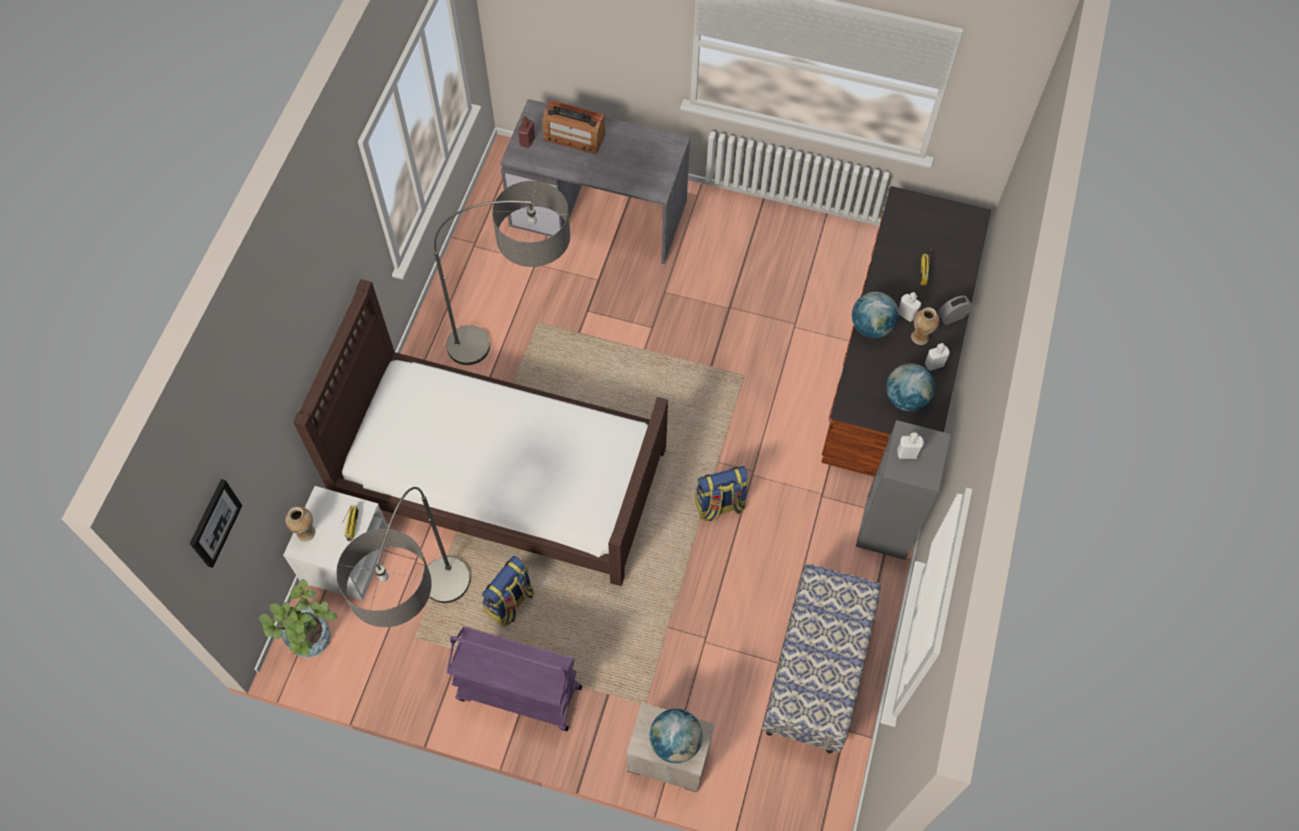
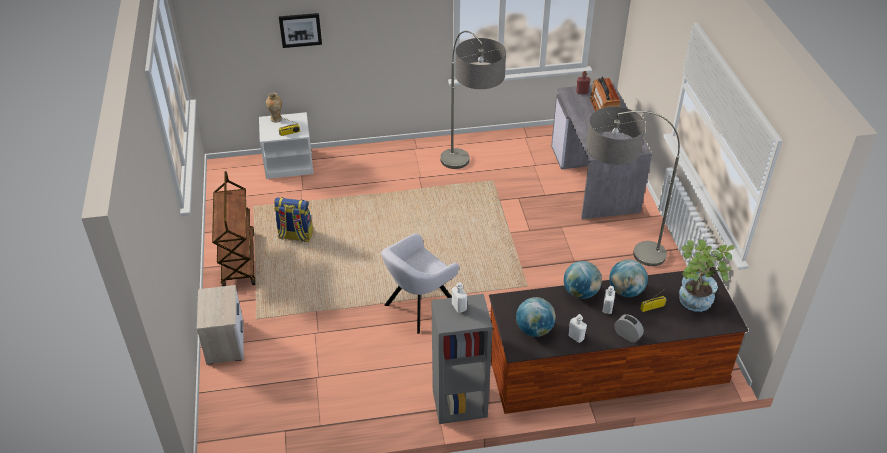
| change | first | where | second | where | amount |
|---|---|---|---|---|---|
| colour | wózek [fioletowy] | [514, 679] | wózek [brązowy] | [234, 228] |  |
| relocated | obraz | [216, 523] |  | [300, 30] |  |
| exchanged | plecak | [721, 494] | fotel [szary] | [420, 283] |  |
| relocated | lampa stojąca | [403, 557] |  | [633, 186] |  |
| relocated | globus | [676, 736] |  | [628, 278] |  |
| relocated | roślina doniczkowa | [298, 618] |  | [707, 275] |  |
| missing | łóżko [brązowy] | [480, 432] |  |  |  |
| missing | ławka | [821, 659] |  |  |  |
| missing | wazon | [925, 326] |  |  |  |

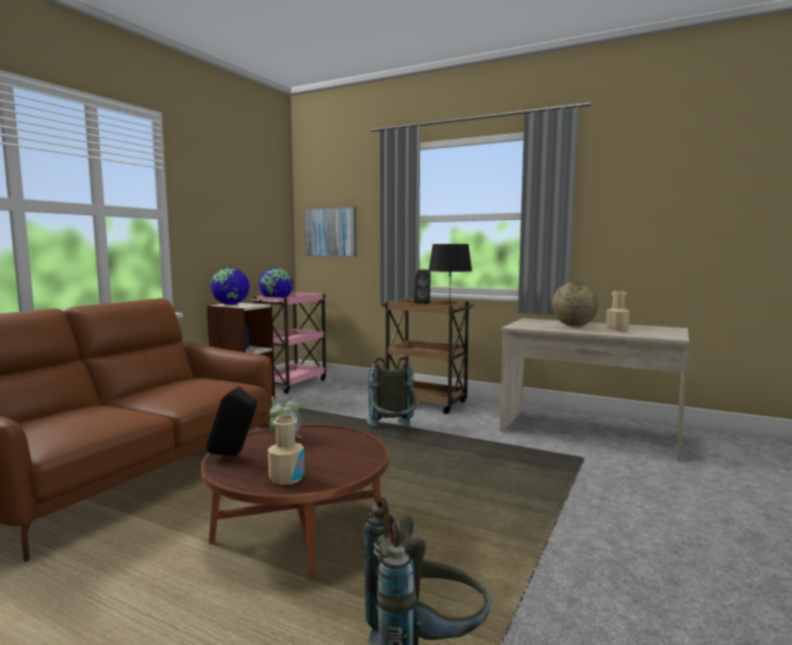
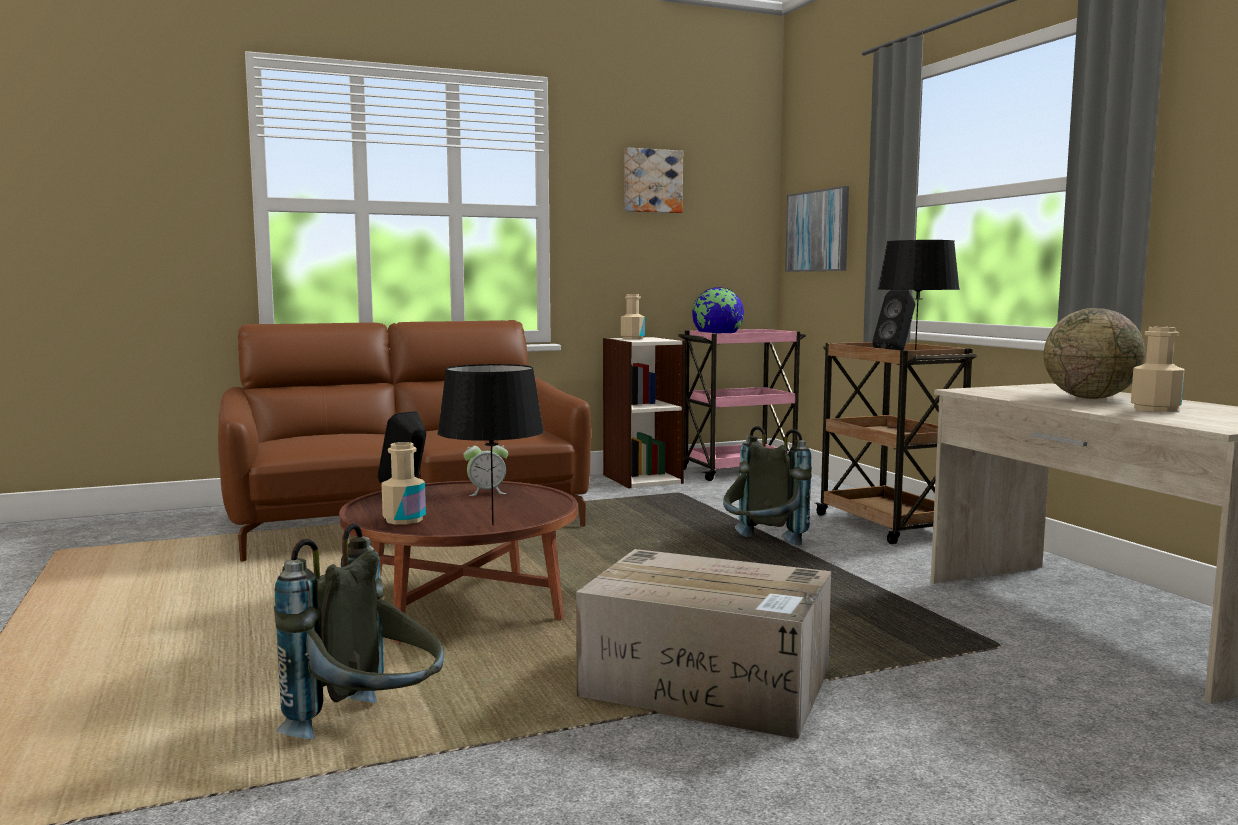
| change | first | where | second | where | amount |
|---|---|---|---|---|---|
| appeared |  |  | lampa stołowa [czarny] | [490, 444] |  |
| appeared |  |  | karton | [703, 644] |  |
| exchanged | globus | [230, 286] | butelka [beżowy] | [633, 316] |  |
| appeared |  |  | obraz | [653, 180] |  |

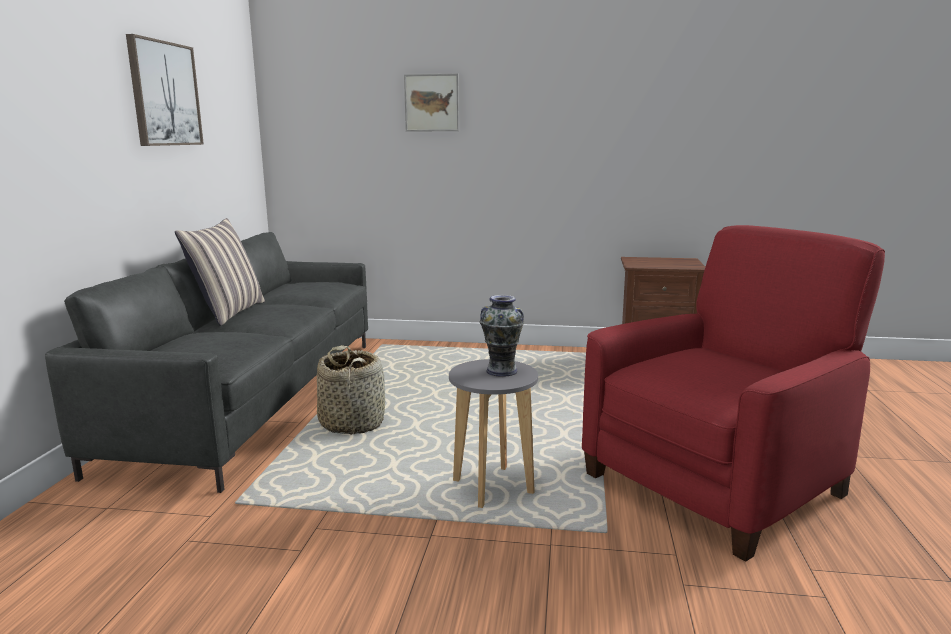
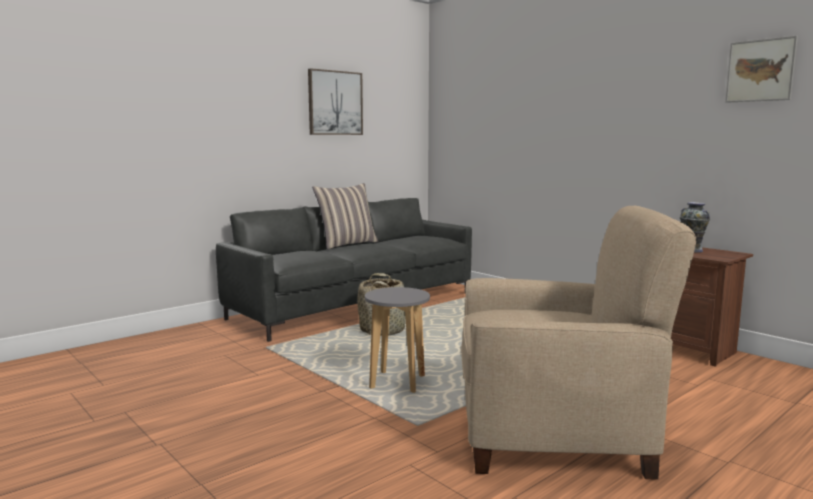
| change | first | where | second | where | amount |
|---|---|---|---|---|---|
| colour | fotel [czerwony] | [733, 393] | fotel [beżowy] | [578, 343] |  |
| relocated | wazon | [502, 336] |  | [695, 227] |  |
| relocated | obraz | [431, 103] |  | [761, 69] |  |

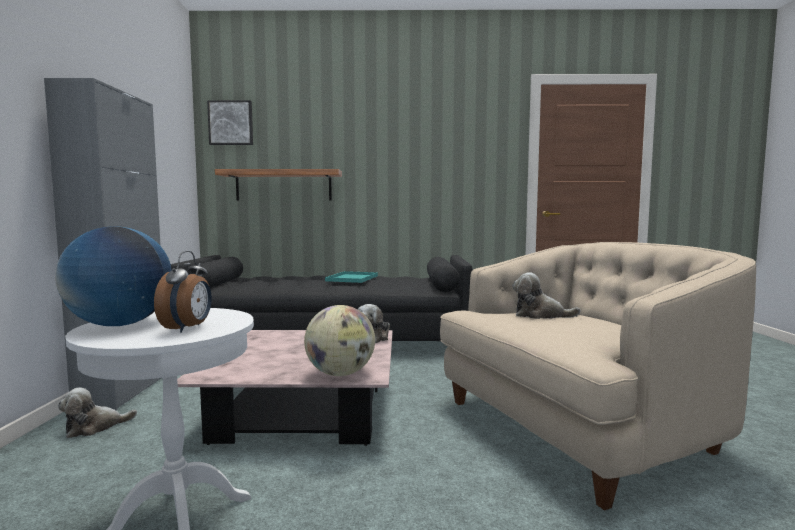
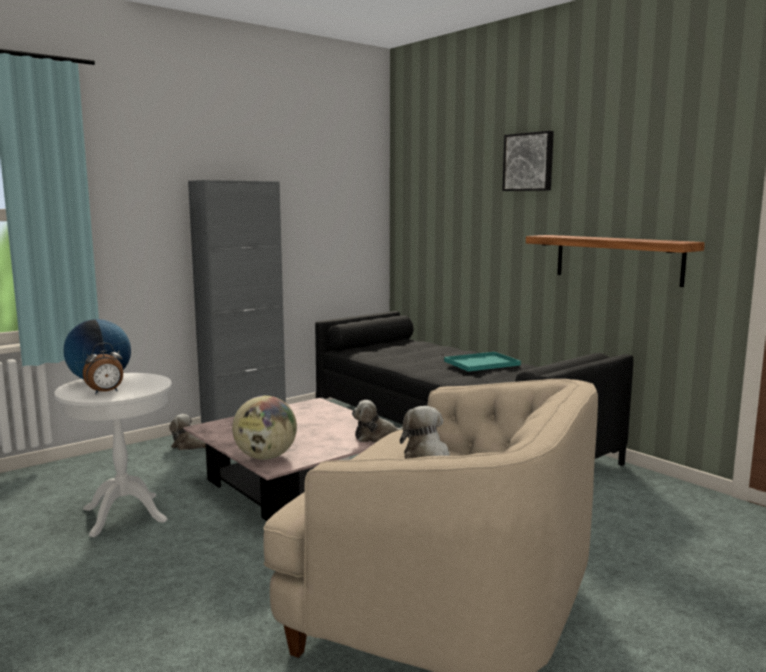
| change | first | where | second | where | amount |
|---|---|---|---|---|---|
| relocated | obraz | [230, 122] |  | [528, 161] |  |
| relocated | półka | [278, 184] |  | [615, 261] |  |

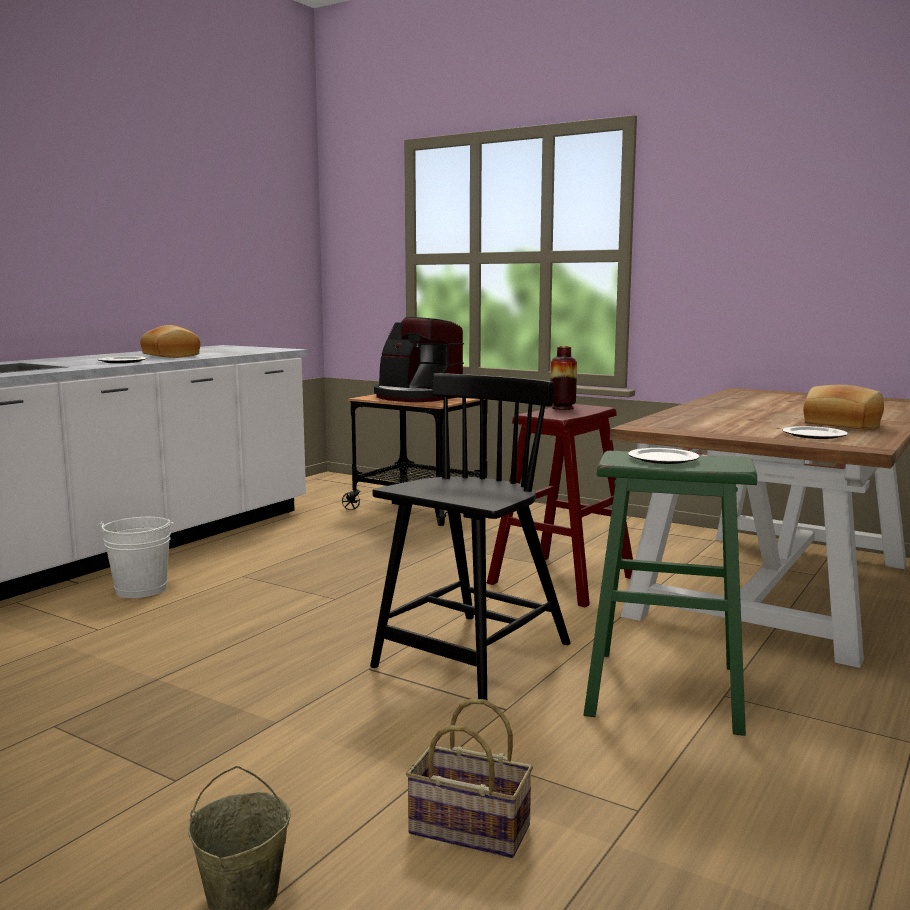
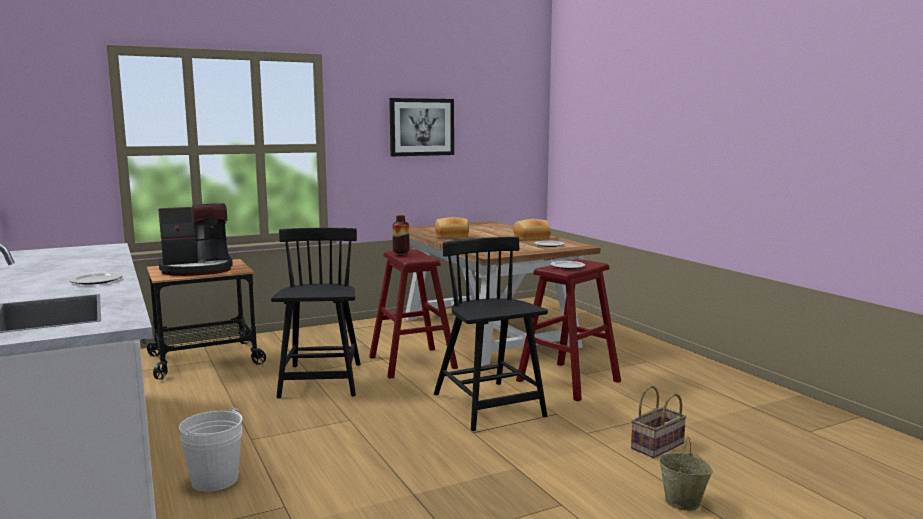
| change | first | where | second | where | amount |
|---|---|---|---|---|---|
| appeared |  |  | krzesło [czarny] | [316, 313] |  |
| appeared |  |  | obraz | [421, 127] |  |
| relocated | chleb | [170, 341] |  | [452, 227] |  |
| colour | stołek [zielony] | [670, 593] | stołek [czerwony] | [568, 330] |  |

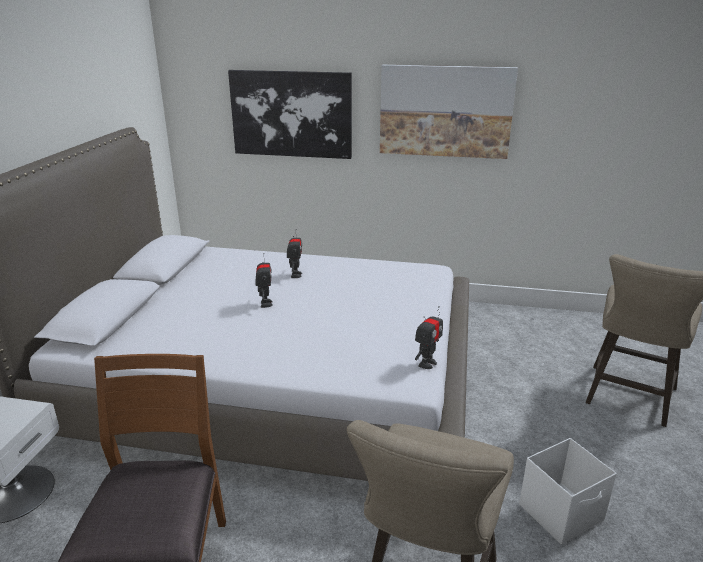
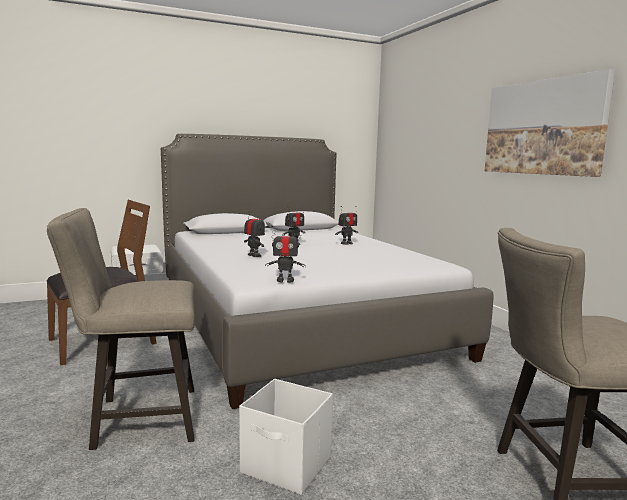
| change | first | where | second | where | amount |
|---|---|---|---|---|---|
| appeared |  |  | robot zabawkowy | [254, 234] |  |
| missing | obraz | [290, 114] |  |  |  |

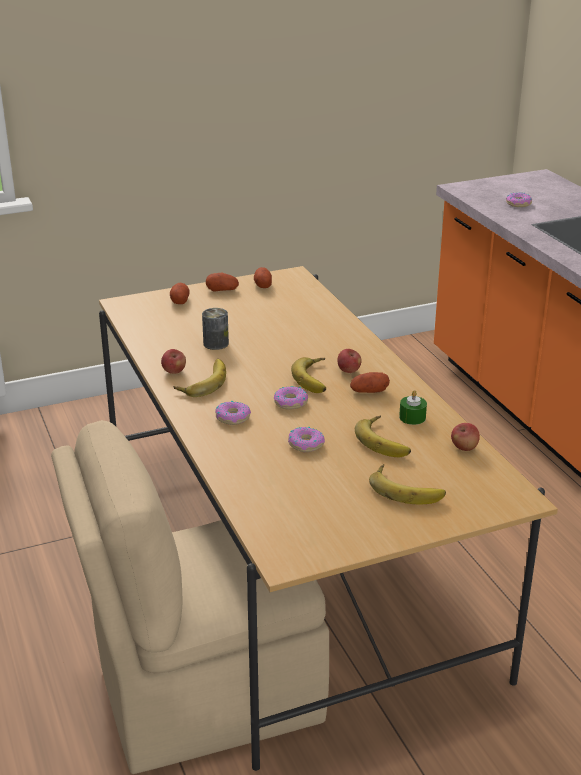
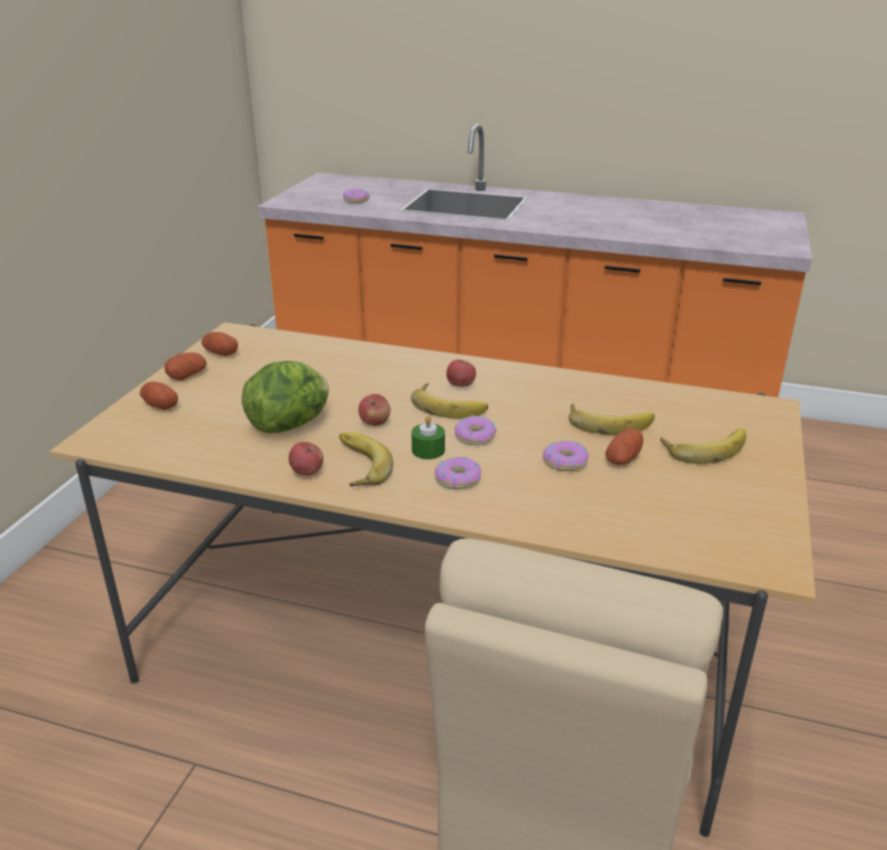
| change | first | where | second | where | amount |
|---|---|---|---|---|---|
| exchanged | puszka | [215, 329] | sałata | [285, 397] |  |
| relocated | jabłko | [465, 437] |  | [374, 410] |  |
| relocated | świeca [zielony] | [413, 407] |  | [428, 437] |  |
| relocated | ziemniak | [370, 382] |  | [624, 446] |  |

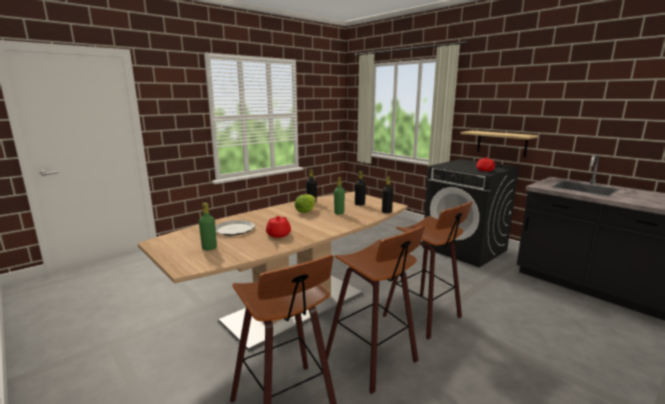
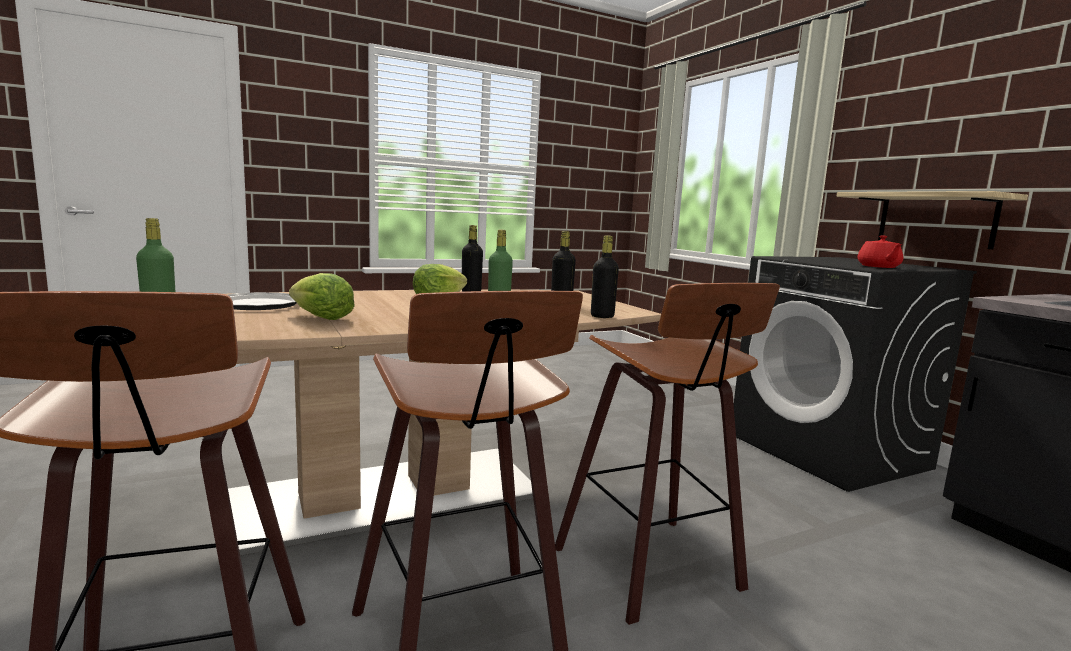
| change | first | where | second | where | amount |
|---|---|---|---|---|---|
| exchanged | imbryk [czerwony] | [278, 227] | sałata | [322, 296] |  |

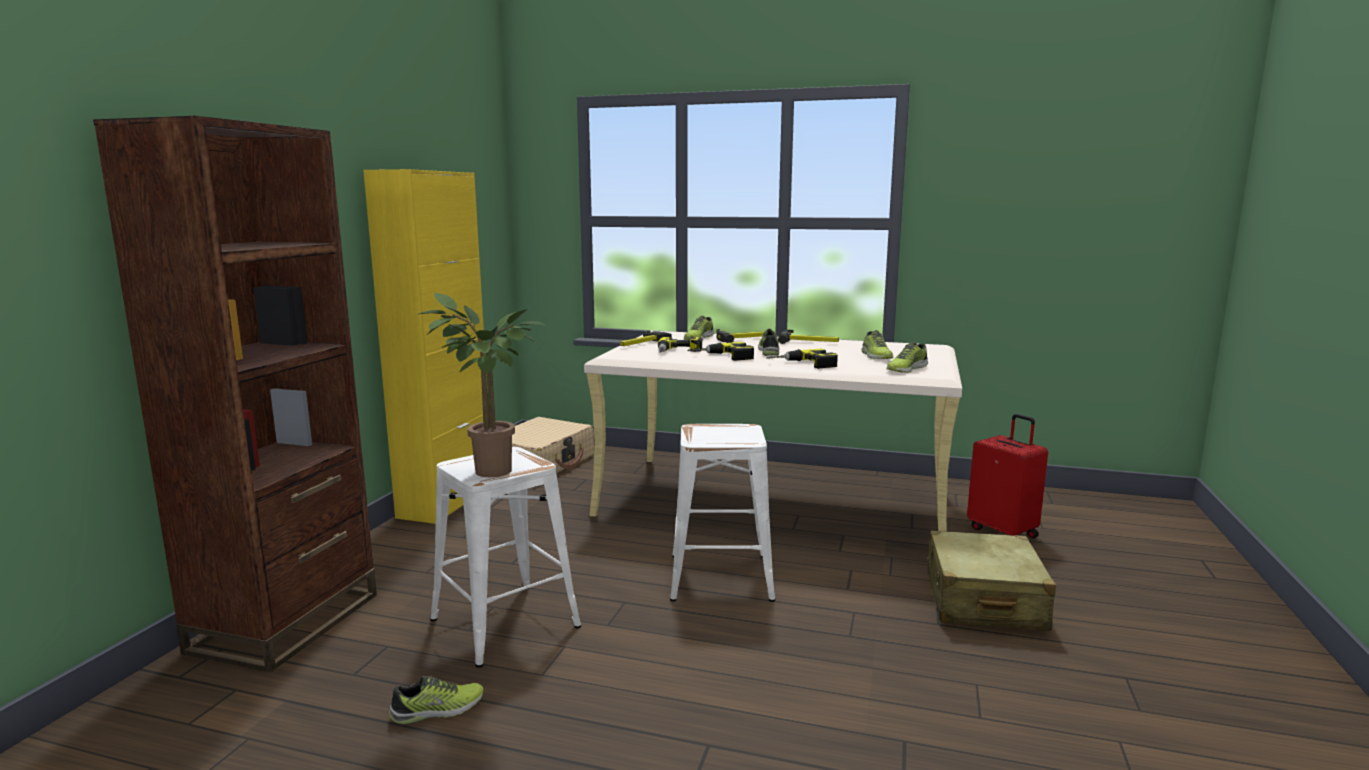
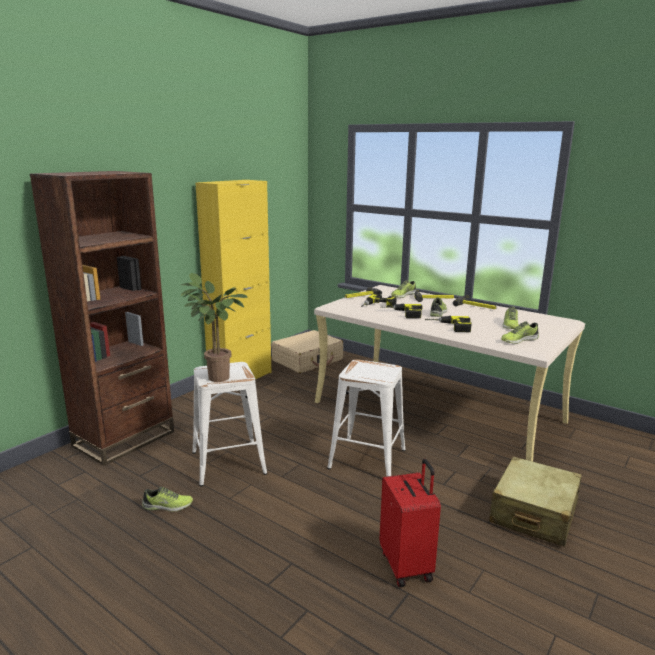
| change | first | where | second | where | amount |
|---|---|---|---|---|---|
| relocated | walizka [czerwony] | [1007, 476] |  | [410, 523] |  |

